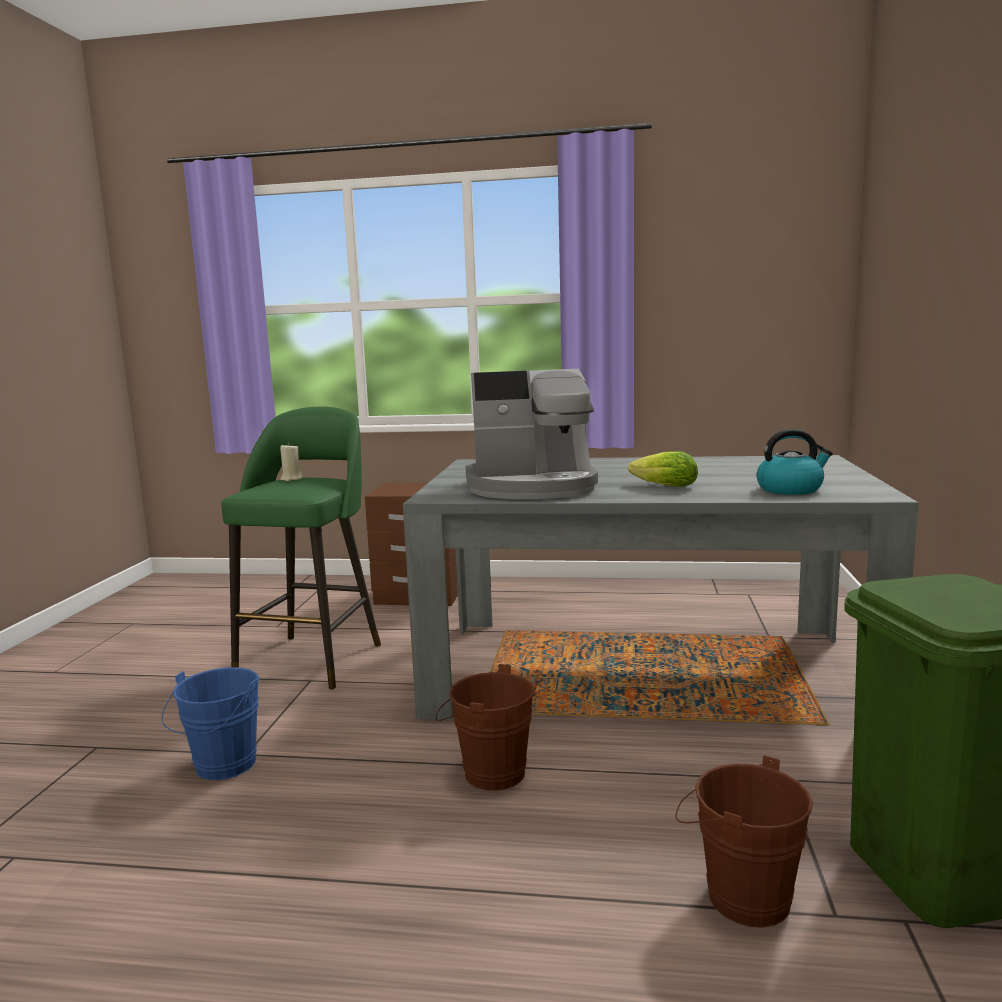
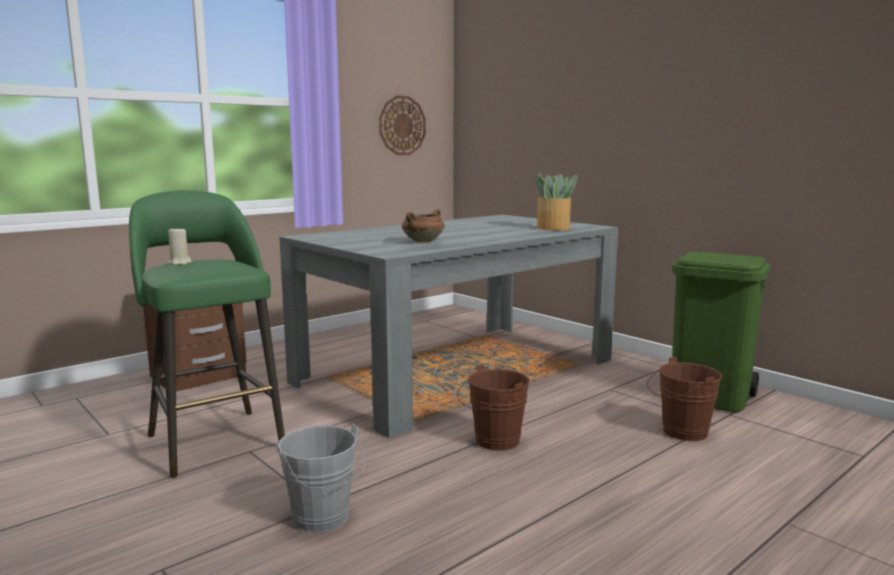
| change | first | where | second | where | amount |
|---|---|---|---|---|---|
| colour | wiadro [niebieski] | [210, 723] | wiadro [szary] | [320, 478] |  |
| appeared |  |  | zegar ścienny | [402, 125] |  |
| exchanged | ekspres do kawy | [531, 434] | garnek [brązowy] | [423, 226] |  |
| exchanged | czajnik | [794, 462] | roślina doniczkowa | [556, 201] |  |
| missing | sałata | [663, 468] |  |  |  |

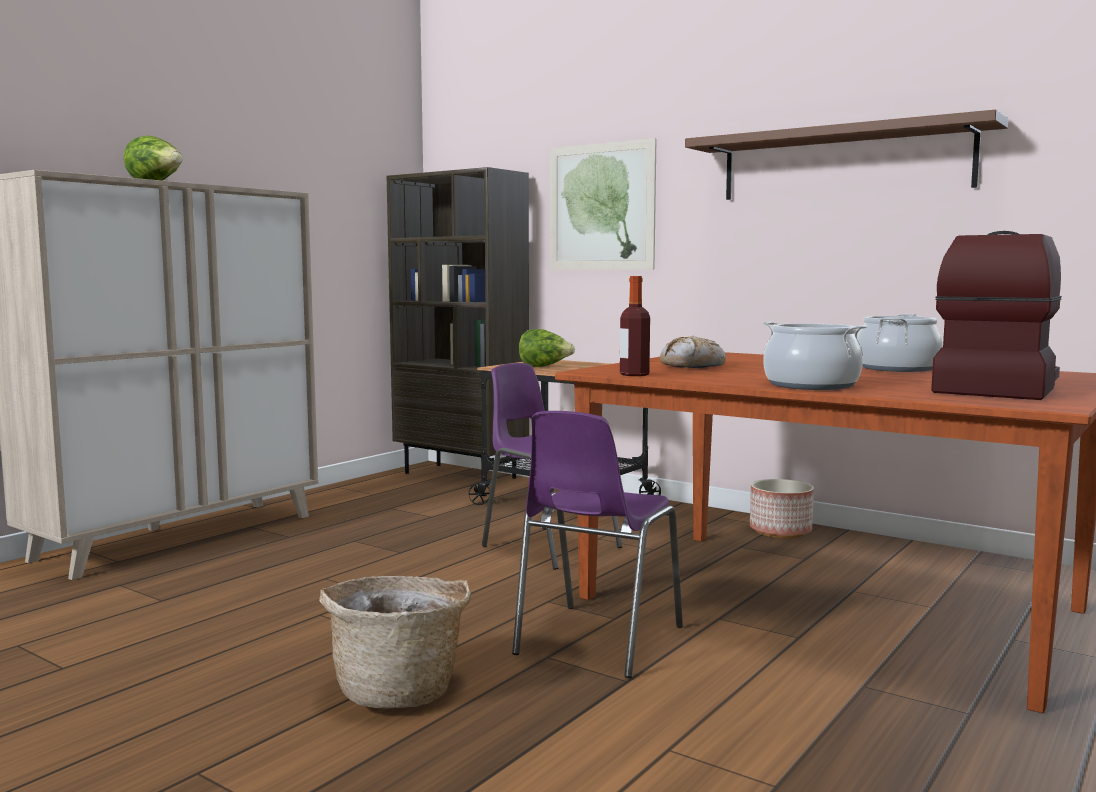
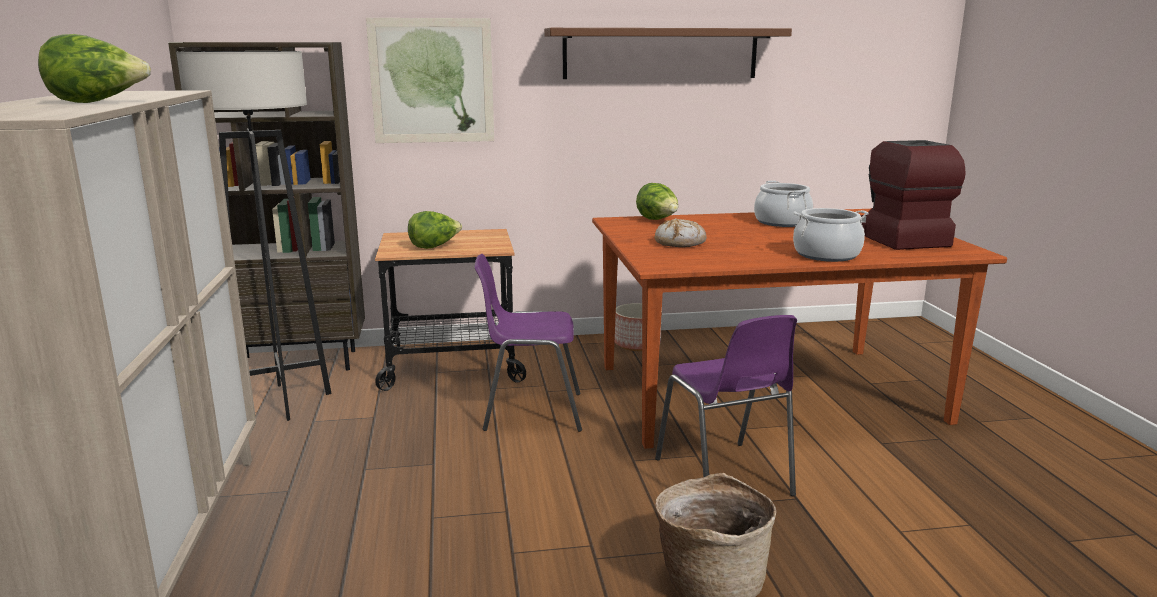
| change | first | where | second | where | amount |
|---|---|---|---|---|---|
| appeared |  |  | lampa stojąca [szary] | [254, 236] |  |
| appeared |  |  | sałata | [657, 201] |  |
| missing | butelka | [635, 326] |  |  |  |

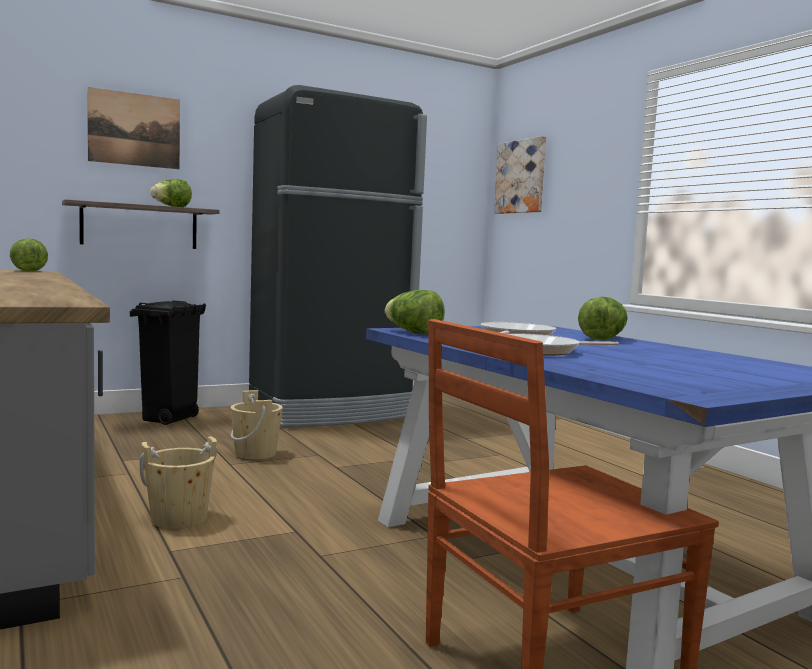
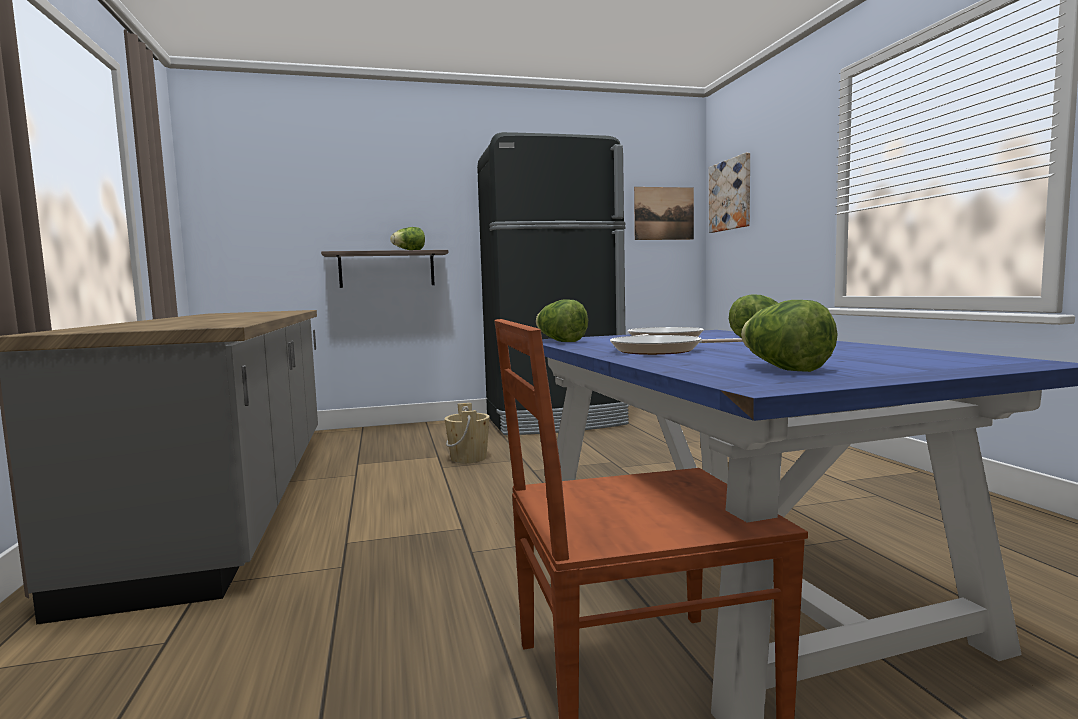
| change | first | where | second | where | amount |
|---|---|---|---|---|---|
| relocated | obraz | [133, 128] |  | [664, 213] |  |
| relocated | sałata | [29, 255] |  | [789, 336] |  |
| missing | kosz na śmieci [czarny] | [168, 362] |  |  |  |
| missing | wiadro [beżowy] | [179, 482] |  |  |  |

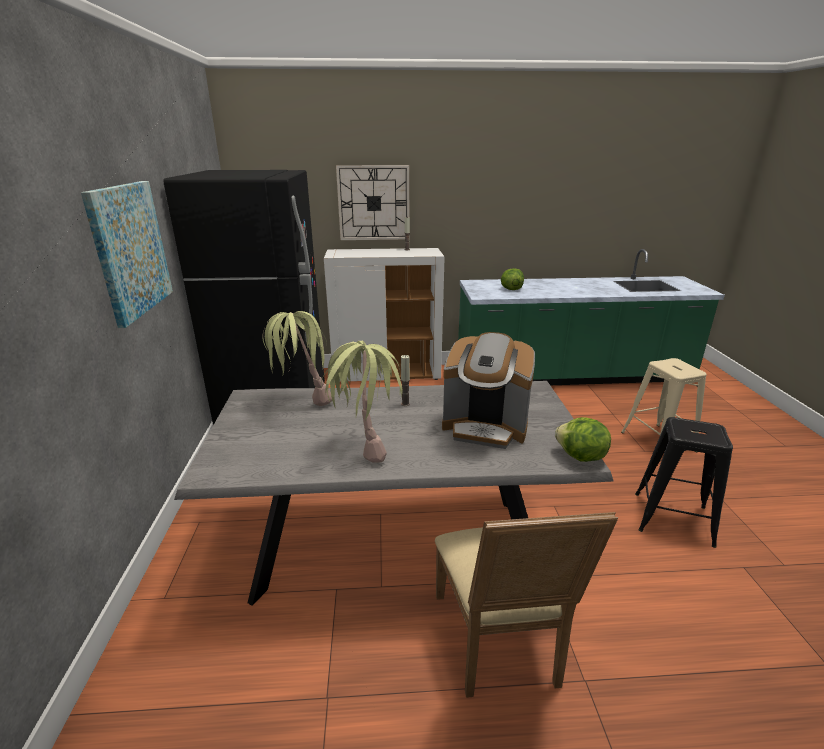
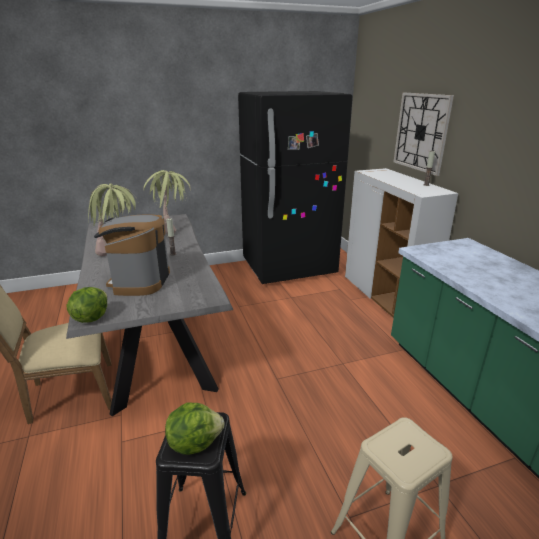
| change | first | where | second | where | amount |
|---|---|---|---|---|---|
| relocated | sałata | [512, 279] |  | [195, 428] |  |
| missing | obraz | [127, 254] |  |  |  |

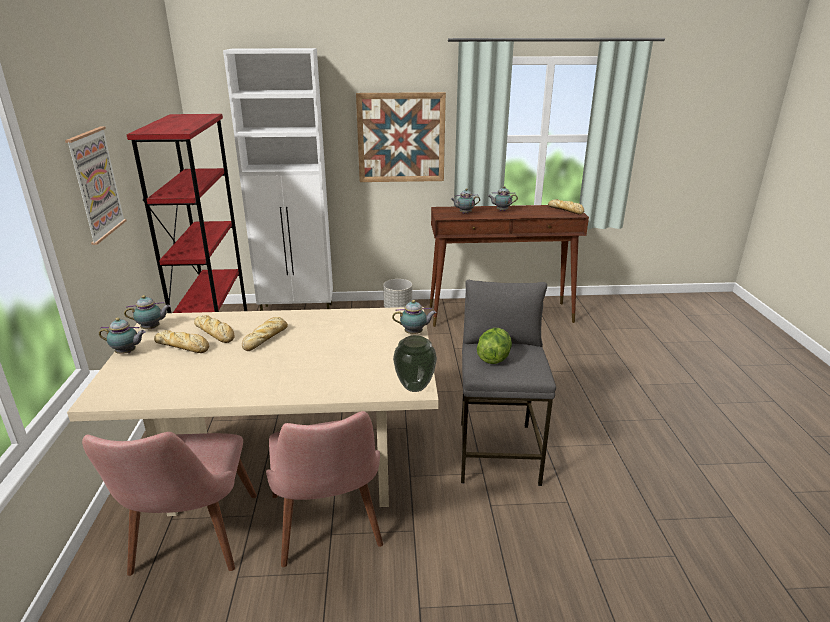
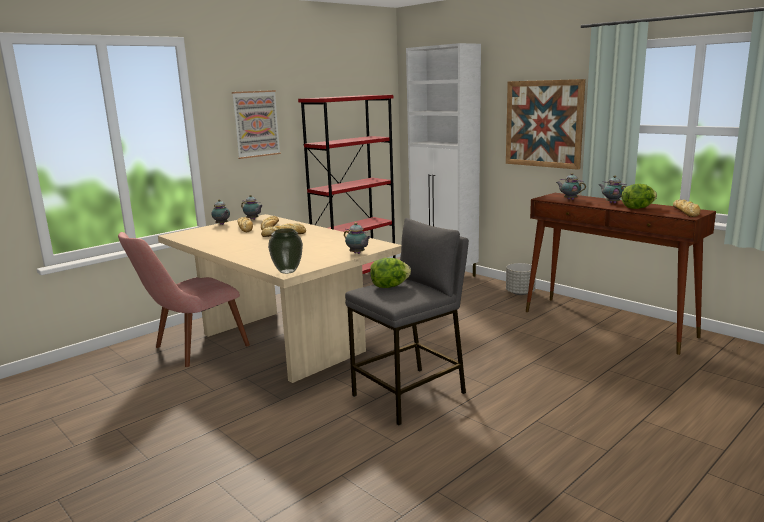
| change | first | where | second | where | amount |
|---|---|---|---|---|---|
| appeared |  |  | sałata | [639, 196] |  |
| missing | krzesło [różowy] | [324, 489] |  |  |  |

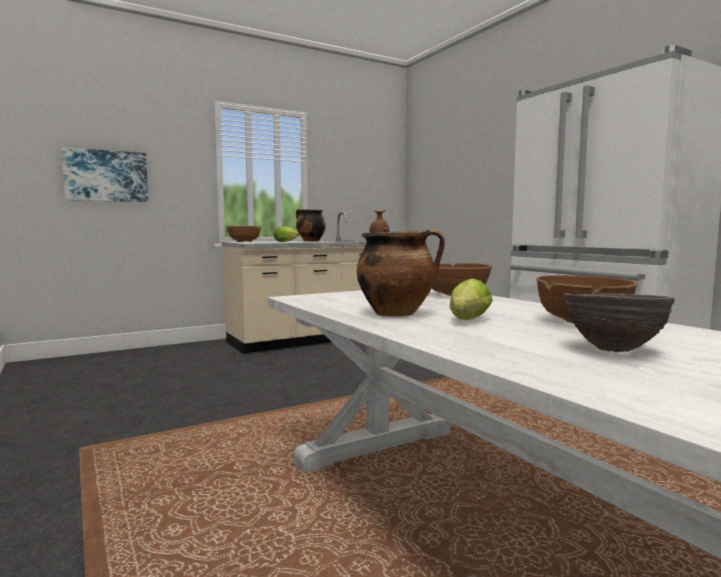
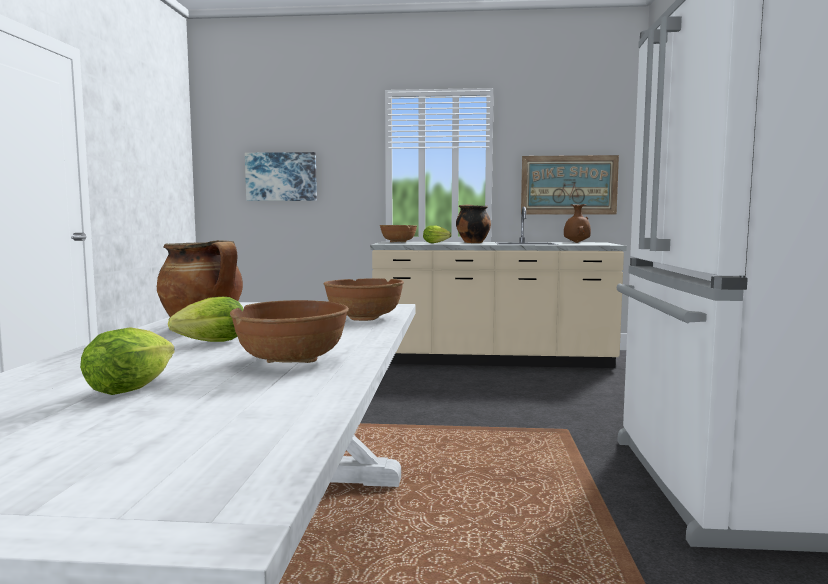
| change | first | where | second | where | amount |
|---|---|---|---|---|---|
| exchanged | miska [brązowy] | [619, 322] | sałata | [127, 361] |  |
| appeared |  |  | obraz | [570, 185] |  |

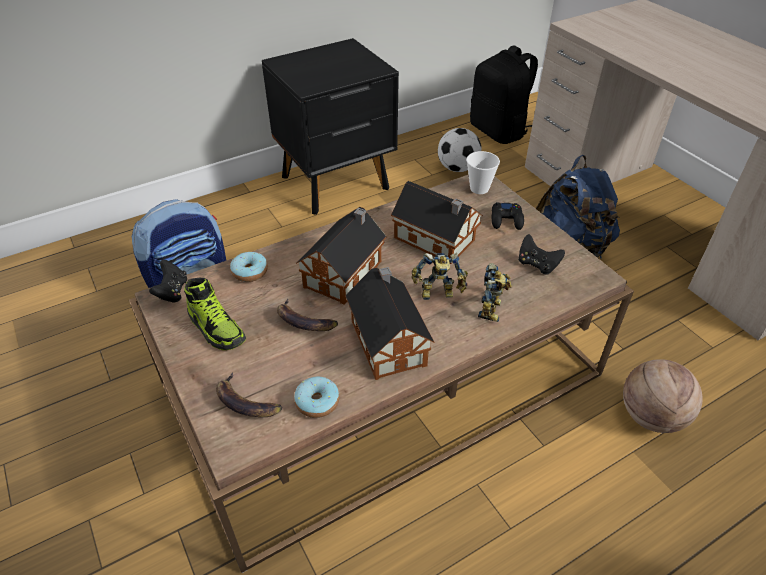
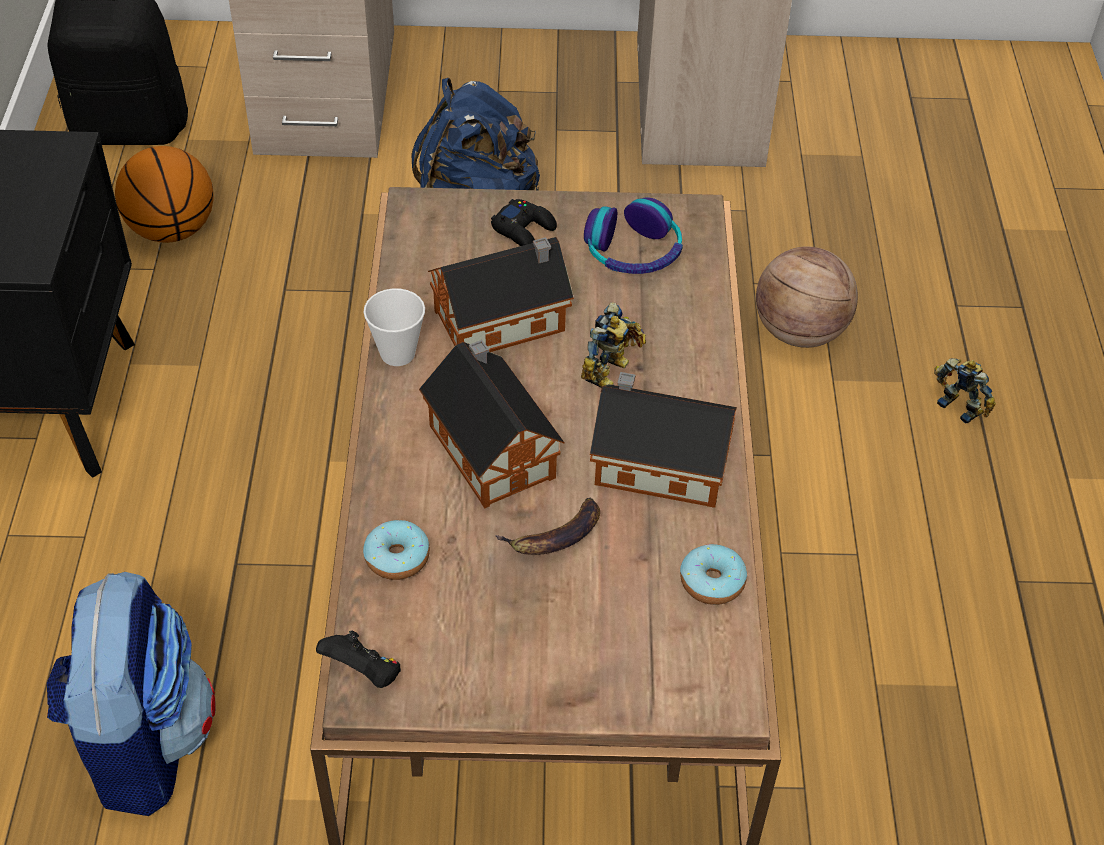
| change | first | where | second | where | amount |
|---|---|---|---|---|---|
| exchanged | piłka futbolowa | [460, 150] | piłka do koszykówki | [164, 194] |  |
| relocated | filiżanka | [483, 172] |  | [394, 327] |  |
| exchanged | pad do gier [czarny] | [541, 254] | słuchawki | [633, 235] |  |
| relocated | robot zabawkowy | [495, 292] |  | [965, 391] |  |
| missing | but | [215, 314] |  |  |  |
| missing | banan | [249, 395] |  |  |  |

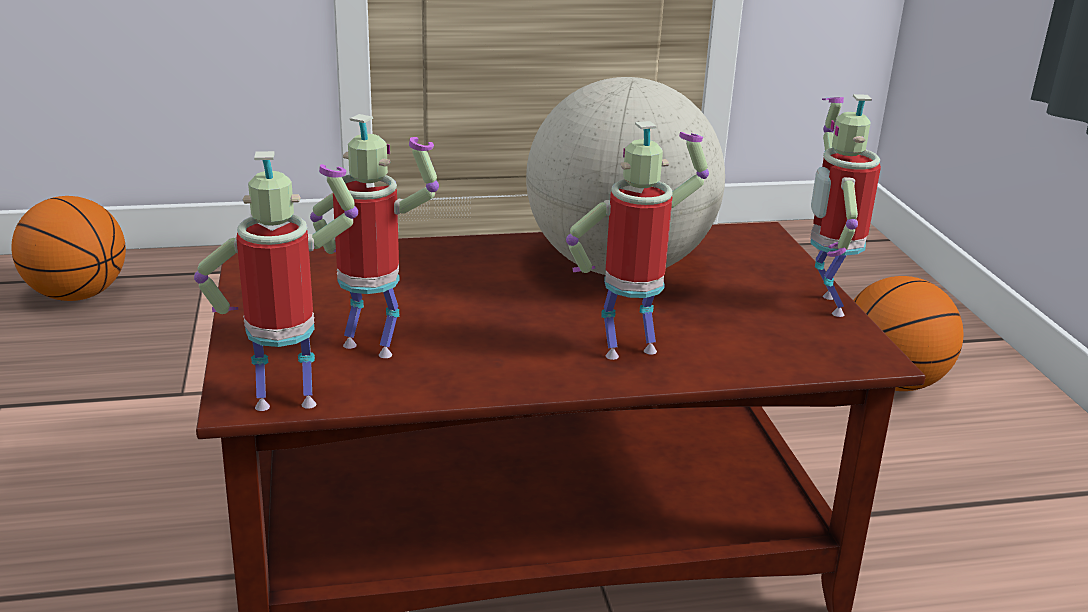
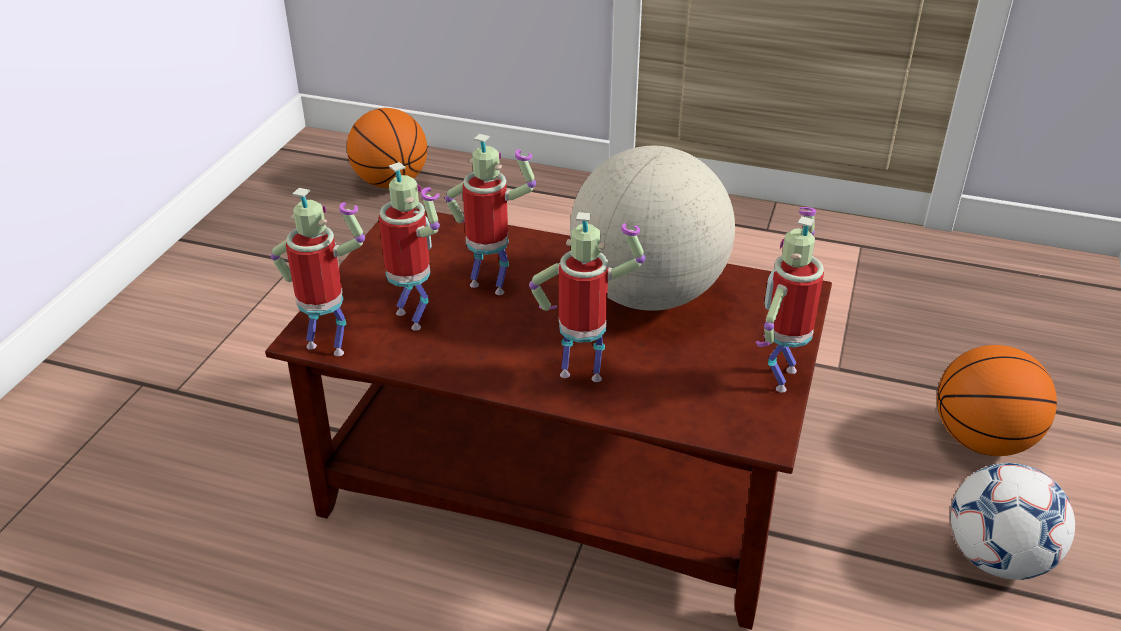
| change | first | where | second | where | amount |
|---|---|---|---|---|---|
| appeared |  |  | robot zabawkowy | [490, 214] |  |
| appeared |  |  | piłka futbolowa | [1012, 521] |  |

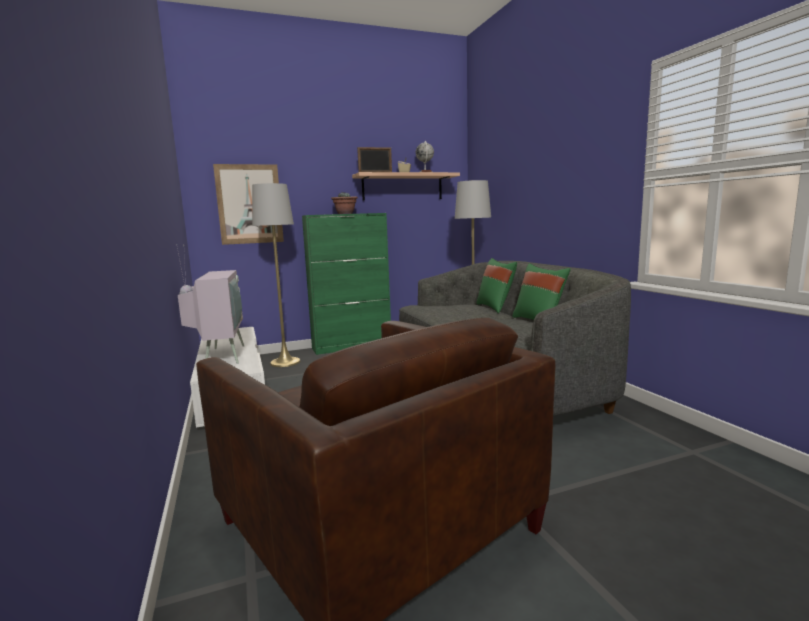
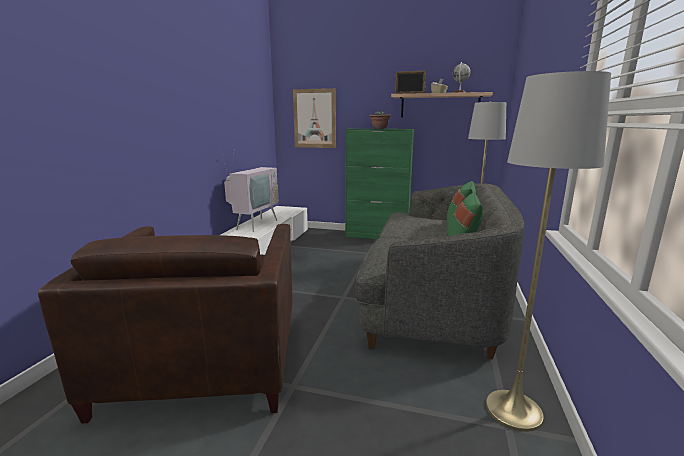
| change | first | where | second | where | amount |
|---|---|---|---|---|---|
| relocated | lampa stojąca [szary] | [276, 275] |  | [548, 251] |  |

